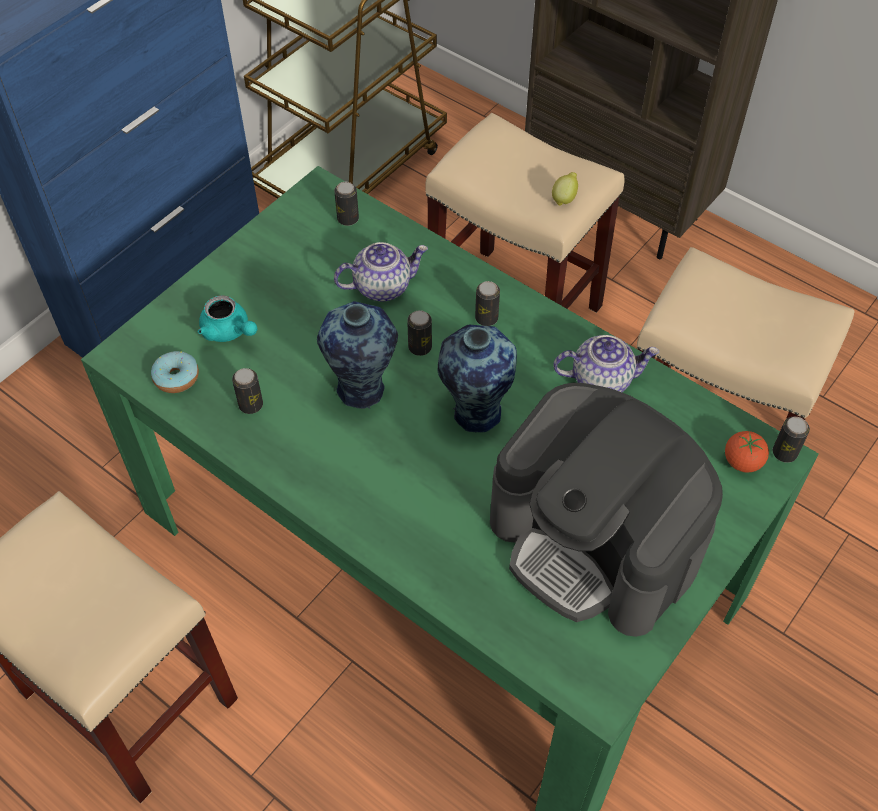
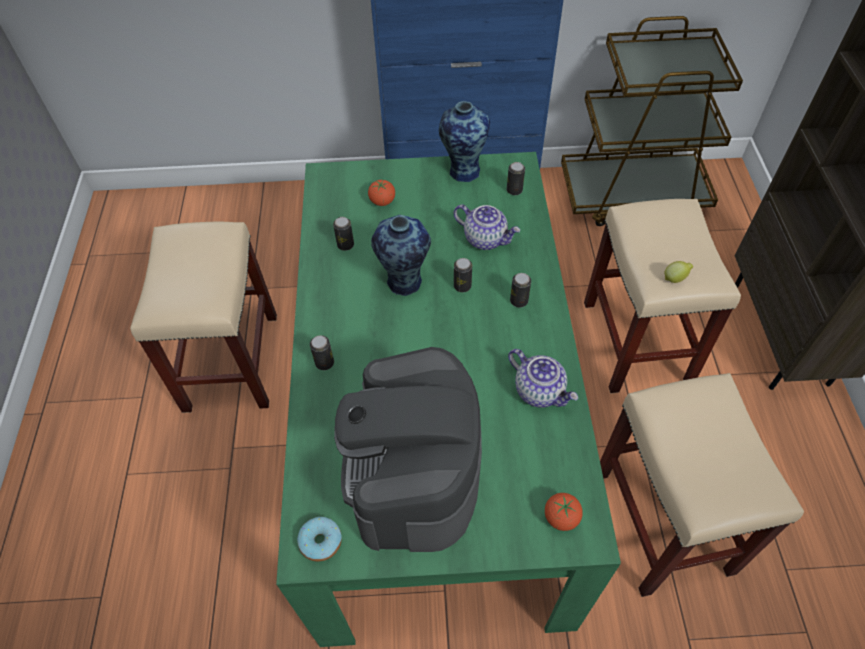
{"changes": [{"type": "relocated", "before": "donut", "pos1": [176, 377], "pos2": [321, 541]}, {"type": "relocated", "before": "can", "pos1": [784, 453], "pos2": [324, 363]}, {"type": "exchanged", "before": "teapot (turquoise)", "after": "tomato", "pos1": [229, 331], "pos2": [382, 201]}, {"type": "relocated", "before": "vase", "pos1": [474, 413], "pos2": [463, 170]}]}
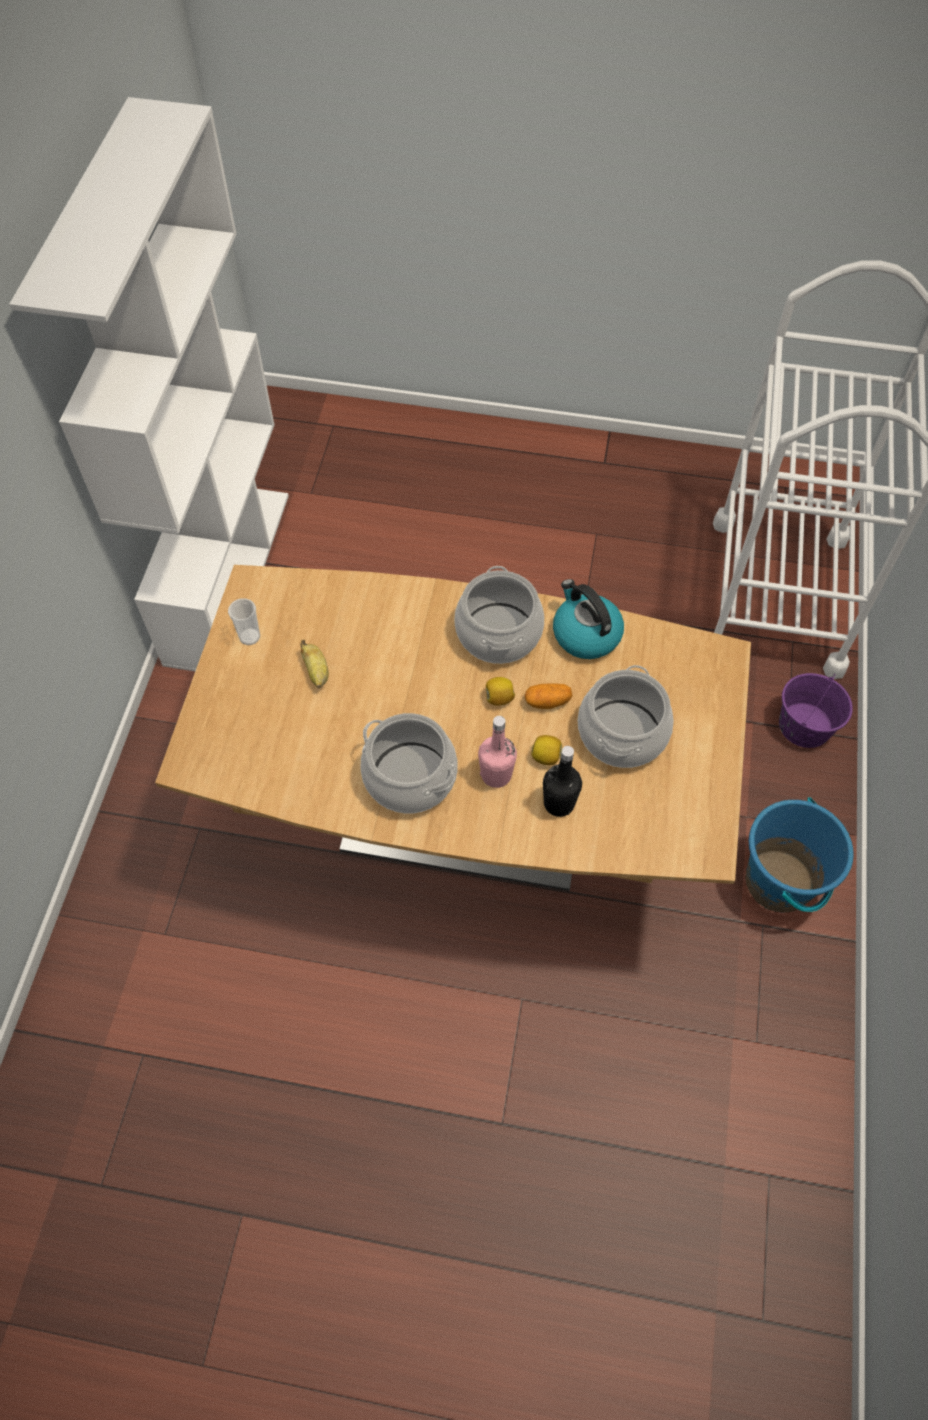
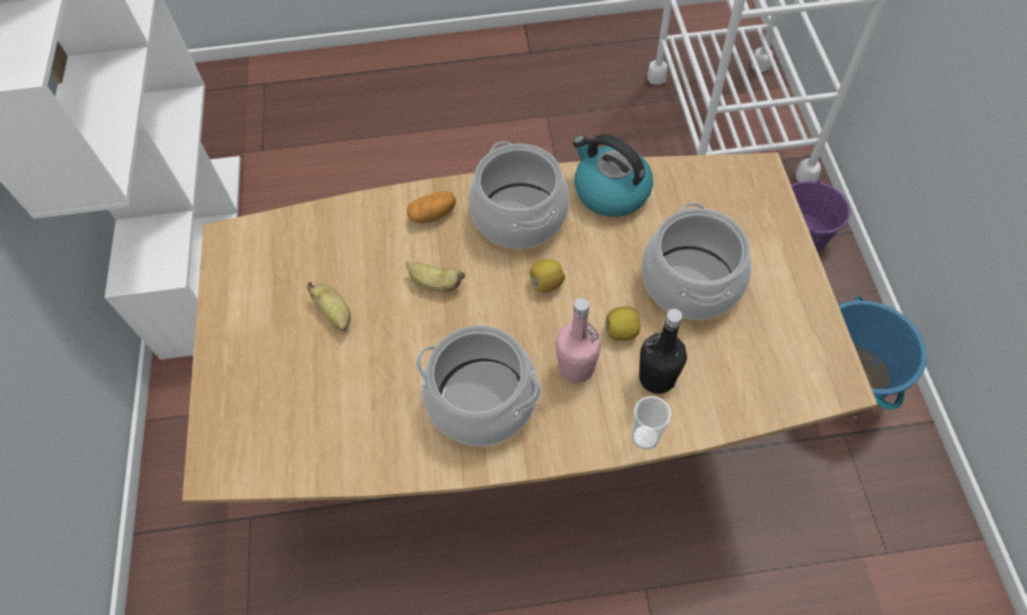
{"changes": [{"type": "appeared", "after": "banana", "pos2": [435, 284]}, {"type": "relocated", "before": "potato", "pos1": [547, 701], "pos2": [433, 214]}, {"type": "relocated", "before": "cup", "pos1": [249, 637], "pos2": [645, 437]}]}
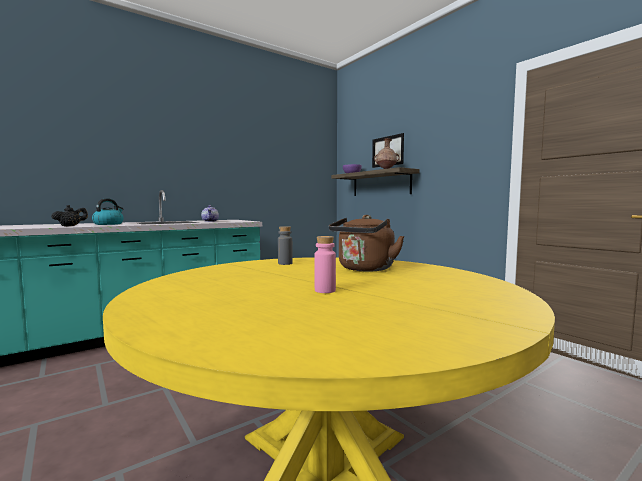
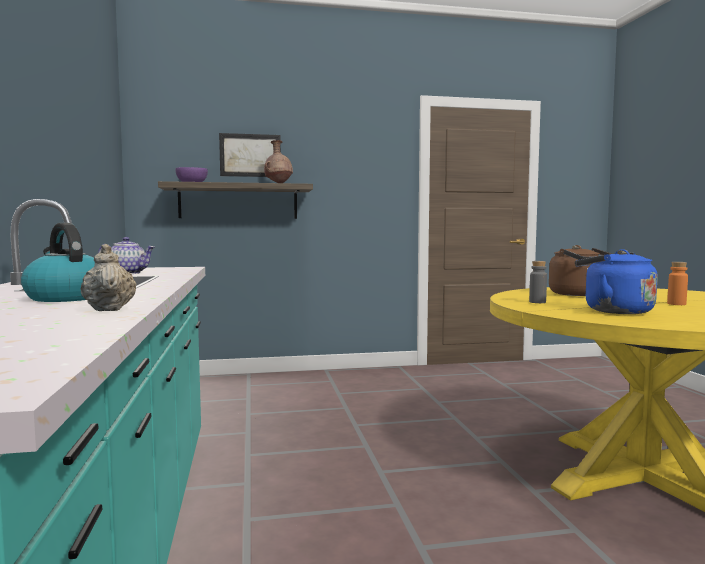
{"changes": [{"type": "colour", "before": "teapot (black)", "after": "teapot (beige)", "pos1": [70, 226], "pos2": [110, 309]}, {"type": "appeared", "after": "kettle (blue)", "pos2": [613, 311]}, {"type": "colour", "before": "bottle (pink)", "after": "bottle (orange)", "pos1": [325, 290], "pos2": [676, 304]}]}
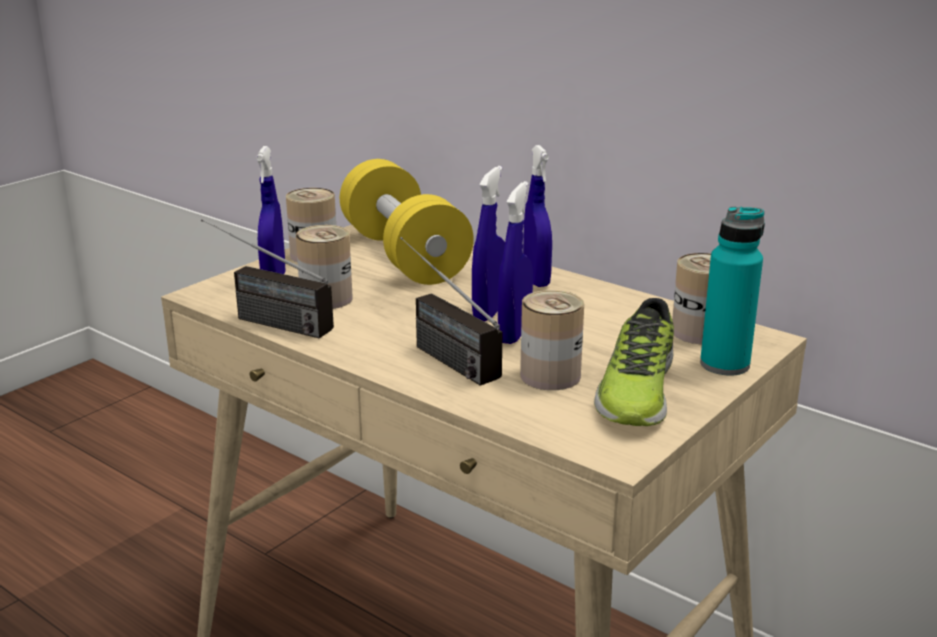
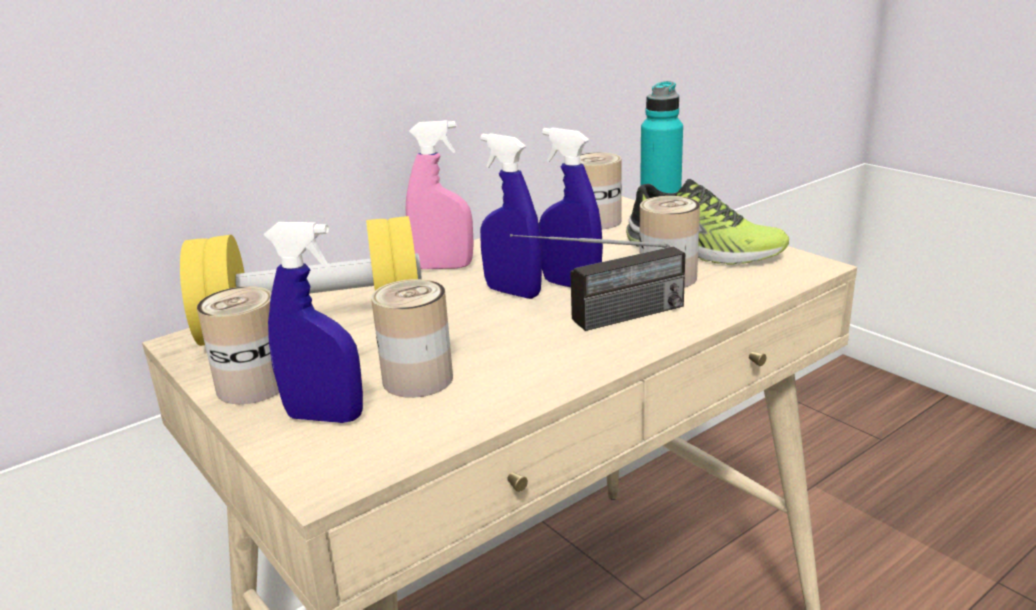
{"changes": [{"type": "colour", "before": "spray bottle (blue)", "after": "spray bottle (pink)", "pos1": [536, 279], "pos2": [443, 267]}, {"type": "missing", "before": "radio", "pos1": [261, 319]}]}
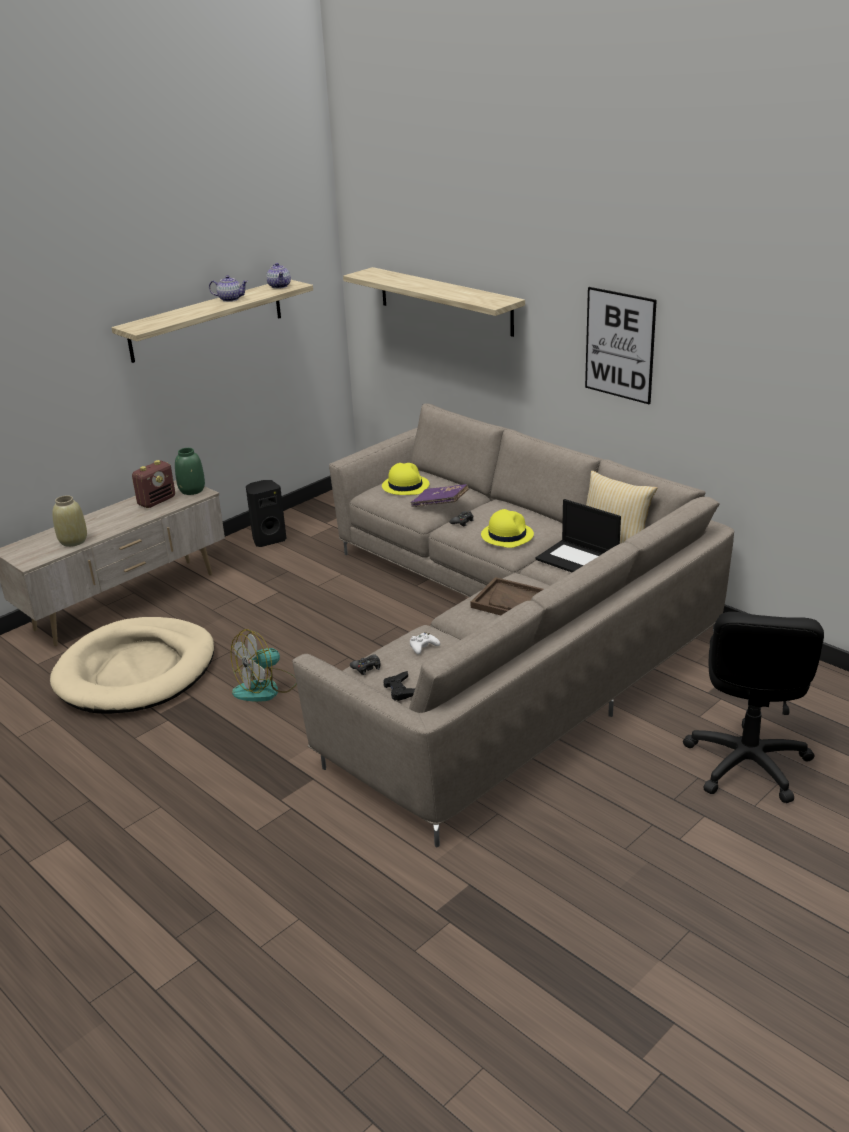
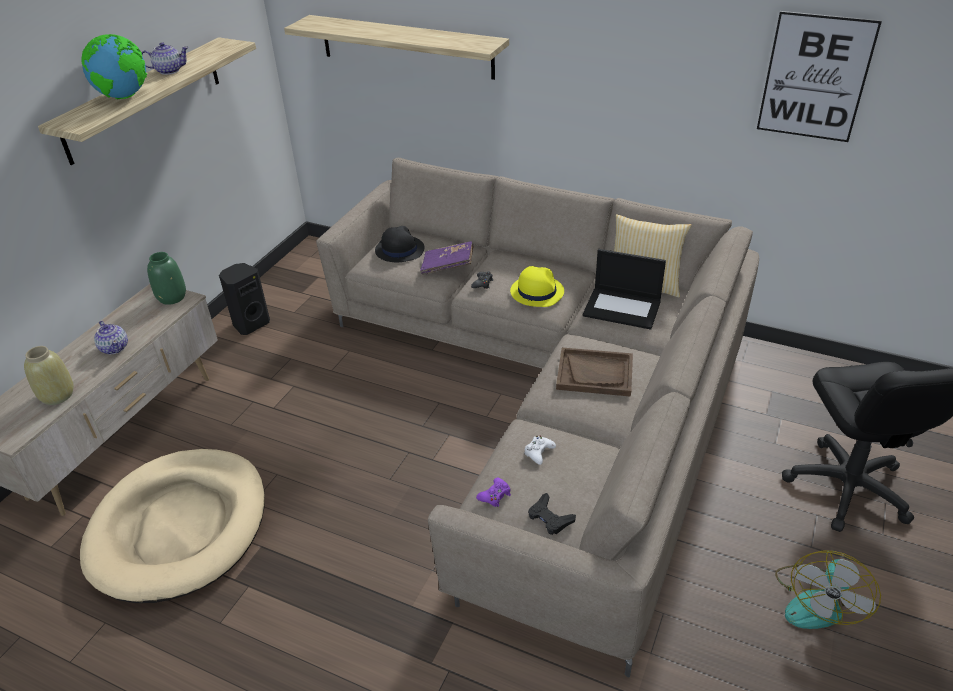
{"changes": [{"type": "appeared", "after": "globe", "pos2": [125, 97]}, {"type": "relocated", "before": "teapot", "pos1": [279, 286], "pos2": [115, 347]}, {"type": "colour", "before": "hat (yellow)", "after": "hat (black)", "pos1": [405, 486], "pos2": [399, 250]}, {"type": "colour", "before": "game controller (black)", "after": "game controller (purple)", "pos1": [367, 668], "pos2": [495, 495]}, {"type": "relocated", "before": "picture", "pos1": [619, 345], "pos2": [815, 77]}, {"type": "relocated", "before": "fan", "pos1": [266, 688], "pos2": [817, 601]}, {"type": "missing", "before": "radio", "pos1": [157, 501]}]}
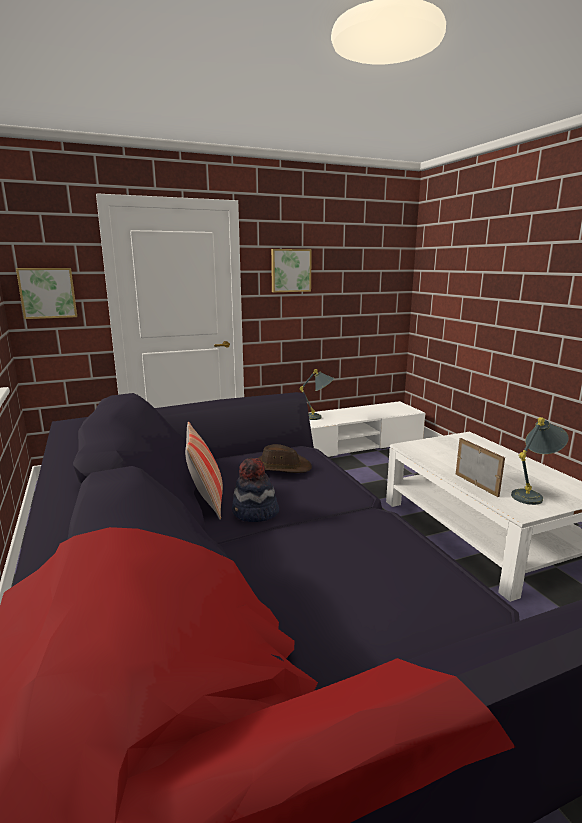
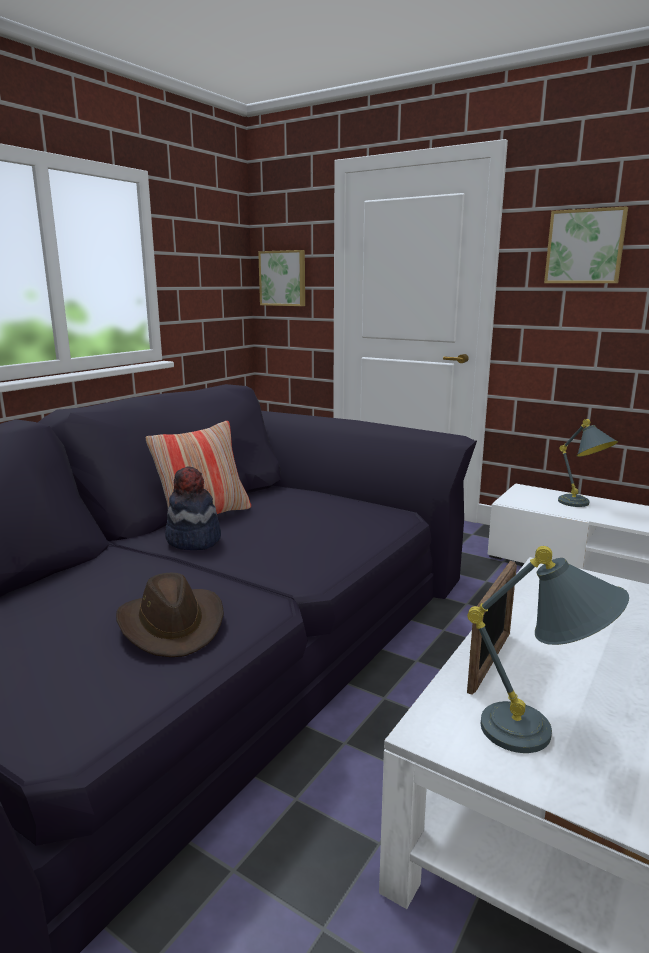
{"changes": [{"type": "relocated", "before": "hat (brown)", "pos1": [281, 467], "pos2": [172, 625]}]}
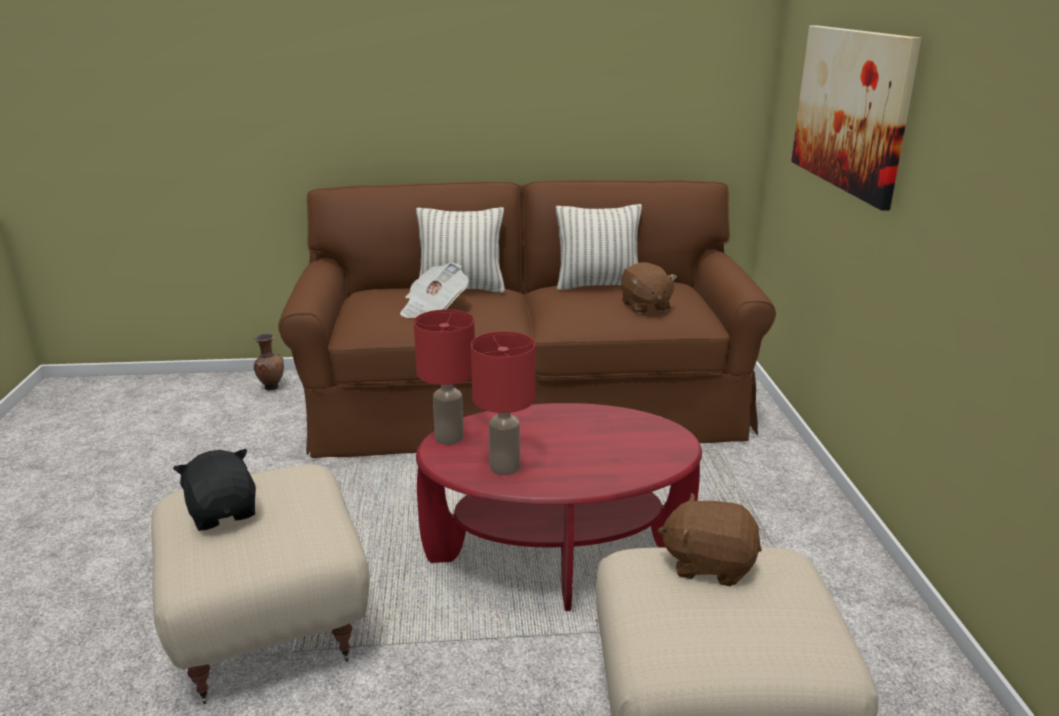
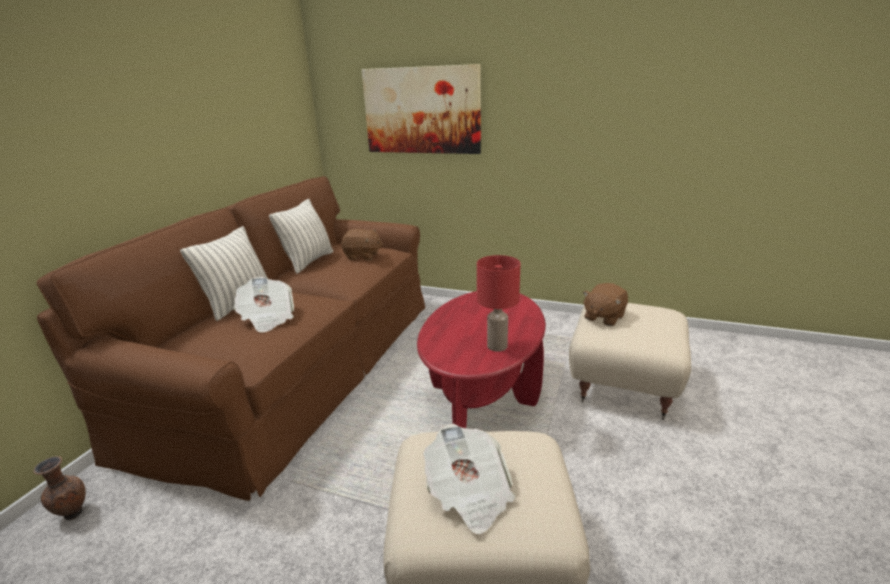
{"changes": [{"type": "exchanged", "before": "plush toy (black)", "after": "newspaper", "pos1": [224, 512], "pos2": [469, 494]}, {"type": "missing", "before": "table lamp (red)", "pos1": [448, 437]}]}
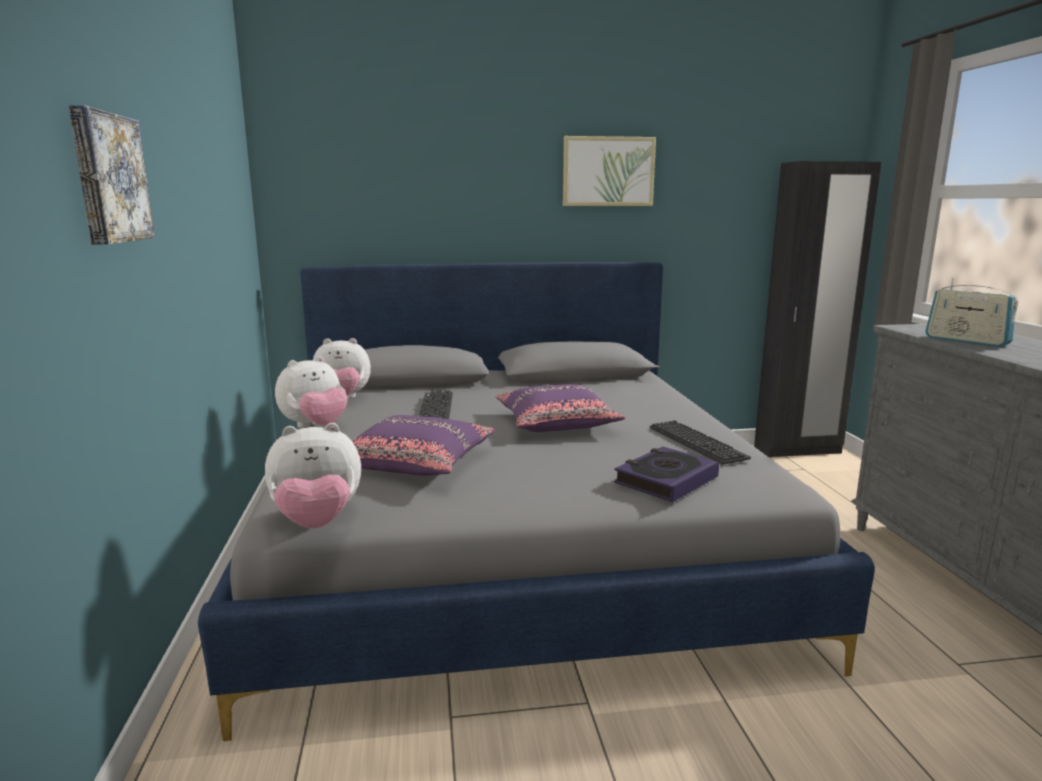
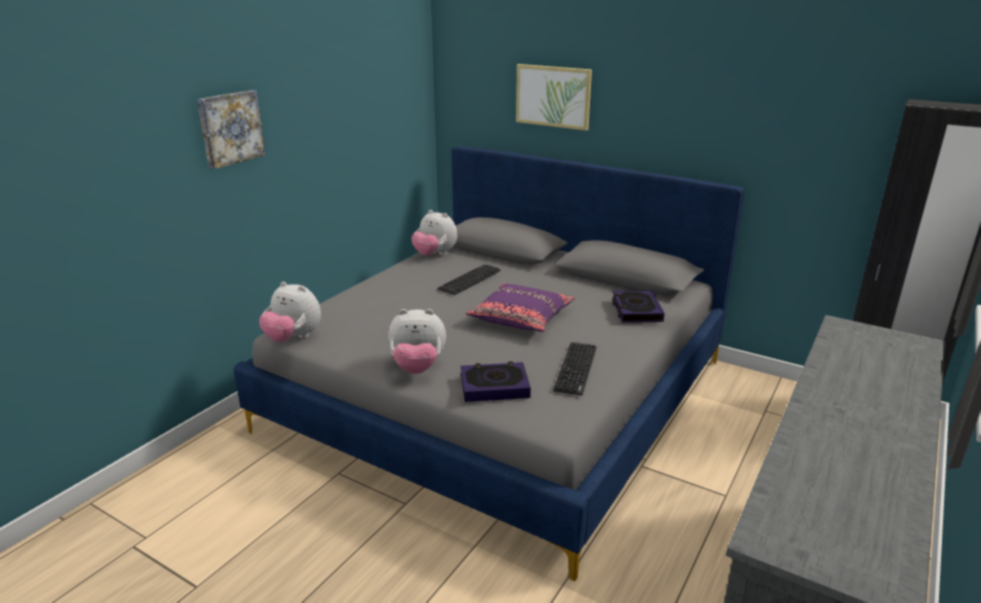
{"changes": [{"type": "relocated", "before": "plush toy", "pos1": [315, 427], "pos2": [417, 367]}, {"type": "relocated", "before": "picture", "pos1": [608, 171], "pos2": [553, 96]}, {"type": "appeared", "after": "book", "pos2": [636, 310]}, {"type": "missing", "before": "pillow (purple)", "pos1": [416, 462]}, {"type": "missing", "before": "radio", "pos1": [966, 341]}]}
